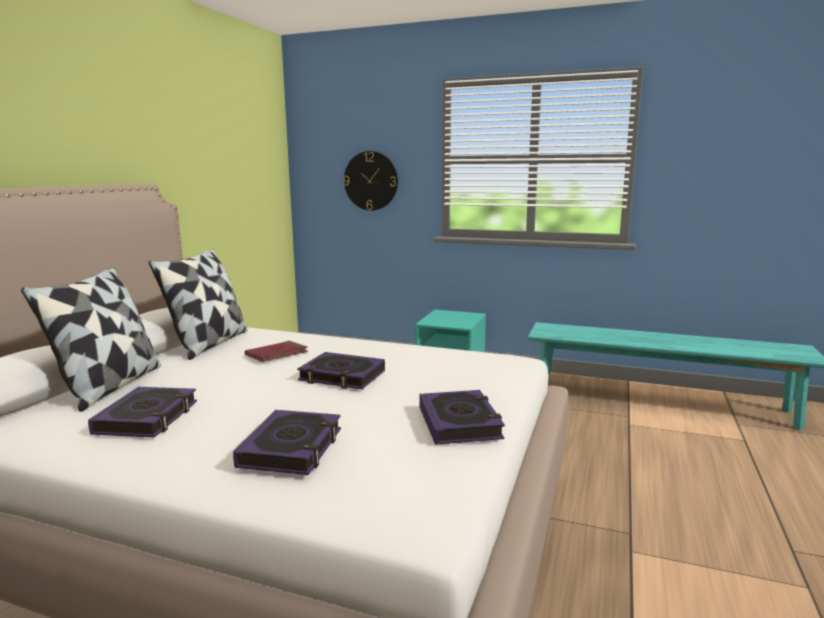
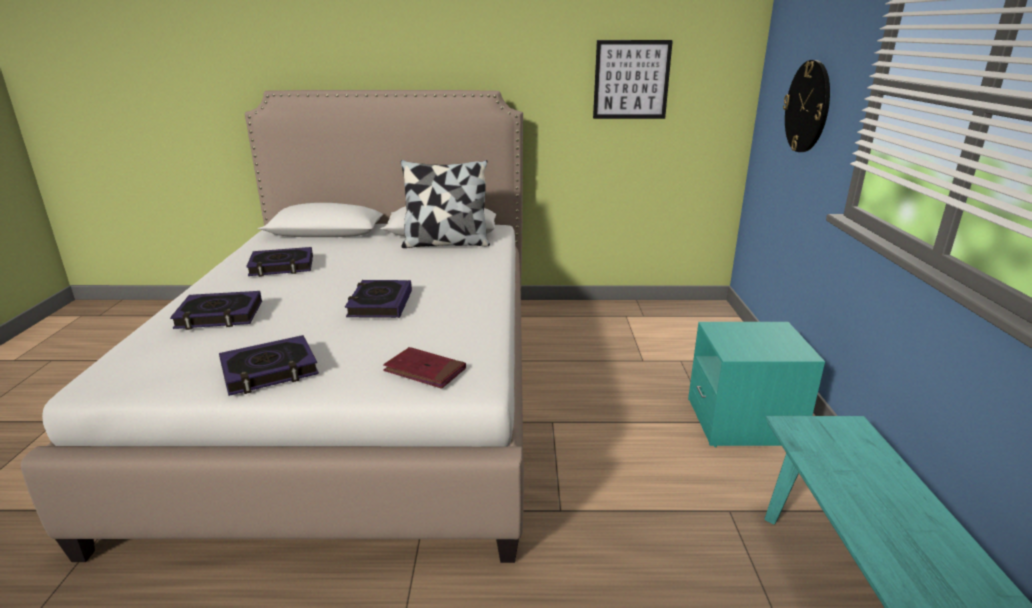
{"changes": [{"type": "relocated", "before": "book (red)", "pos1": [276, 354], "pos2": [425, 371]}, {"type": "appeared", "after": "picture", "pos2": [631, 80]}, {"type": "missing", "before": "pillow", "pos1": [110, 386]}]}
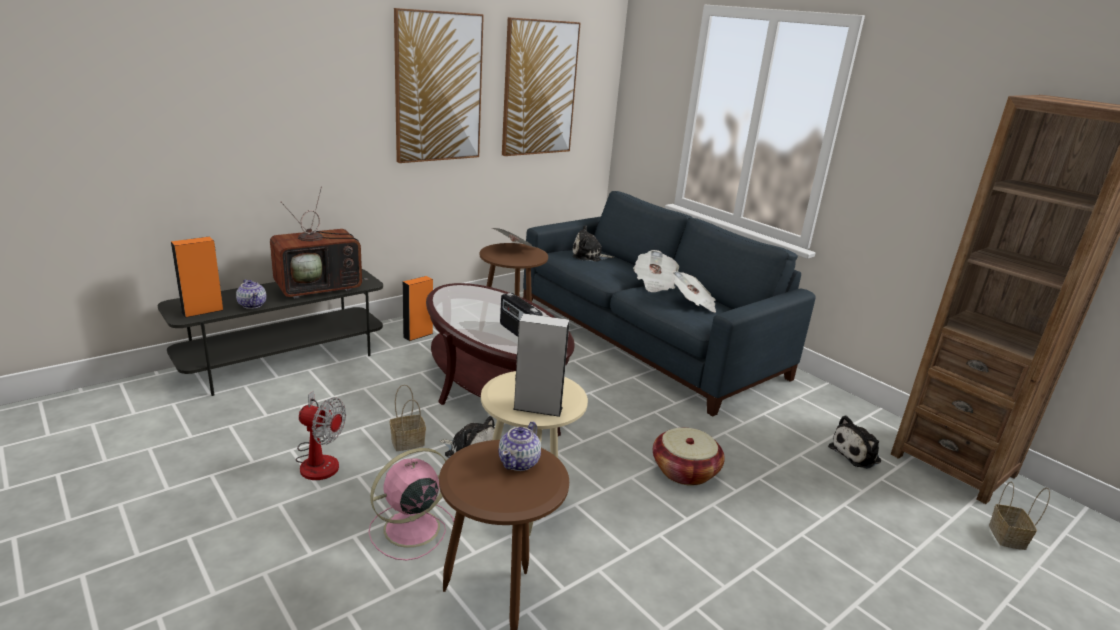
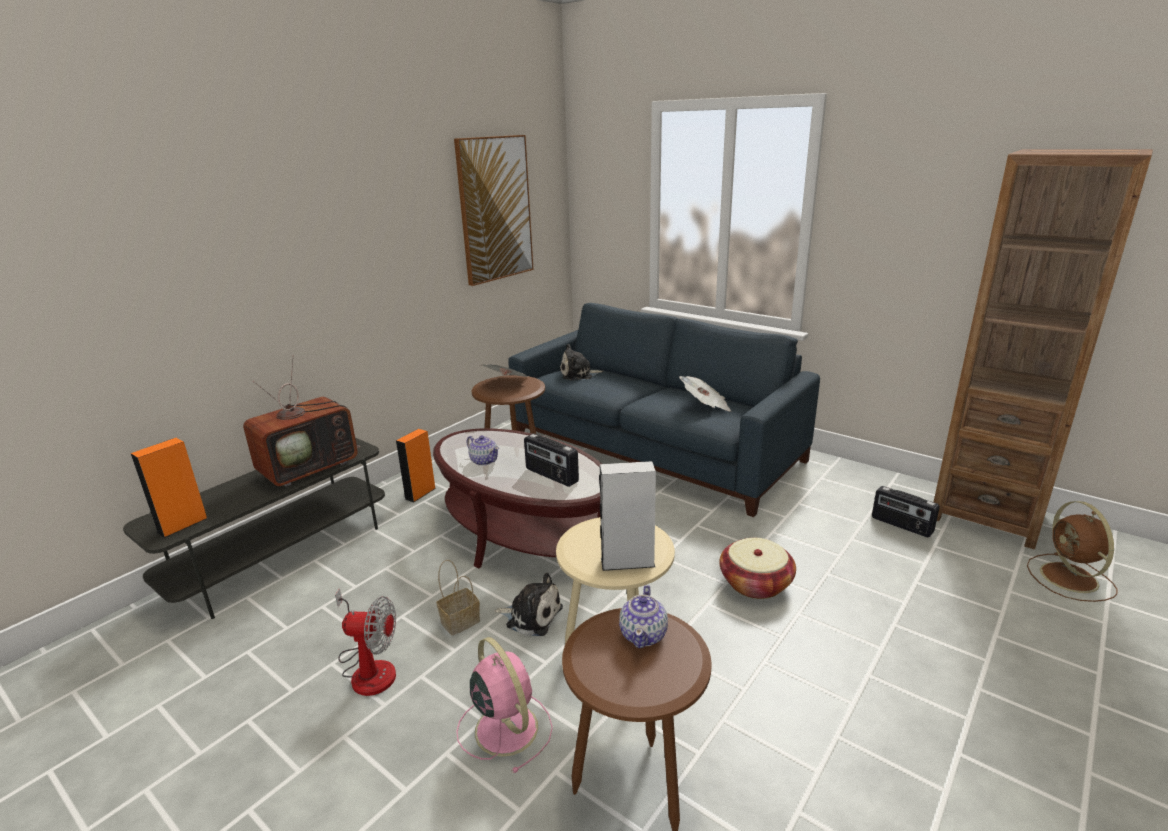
{"changes": [{"type": "spun", "before": "fan (pink)", "pos1": [409, 529], "pos2": [505, 727], "turn": 105}, {"type": "relocated", "before": "teapot", "pos1": [252, 305], "pos2": [484, 461]}, {"type": "exchanged", "before": "plush toy", "after": "radio", "pos1": [857, 454], "pos2": [901, 525]}, {"type": "exchanged", "before": "basket", "after": "fan (brown)", "pos1": [1008, 538], "pos2": [1070, 579]}, {"type": "missing", "before": "picture", "pos1": [438, 88]}, {"type": "missing", "before": "newspaper", "pos1": [654, 284]}]}
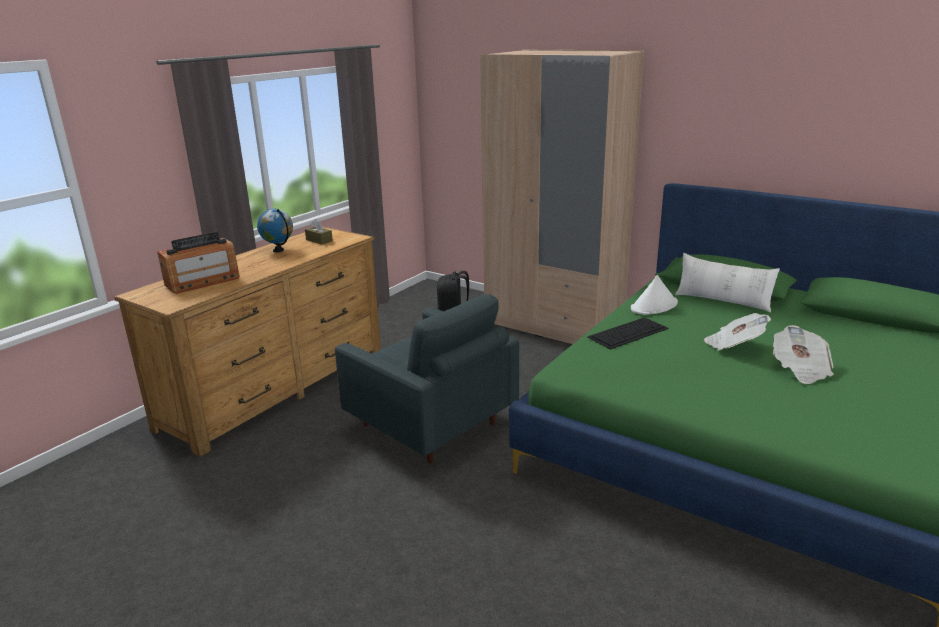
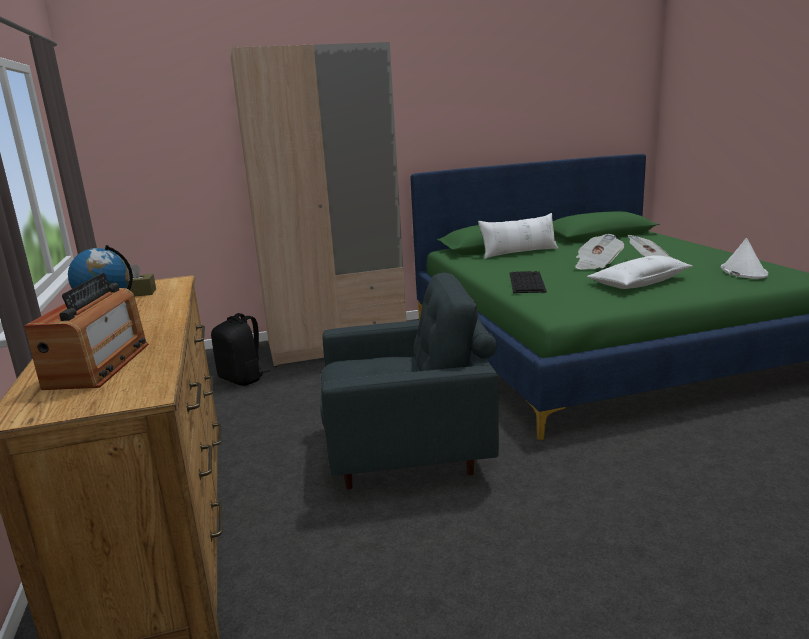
{"changes": [{"type": "appeared", "after": "pillow (white)", "pos2": [639, 283]}, {"type": "relocated", "before": "hat (white)", "pos1": [654, 306], "pos2": [743, 272]}]}
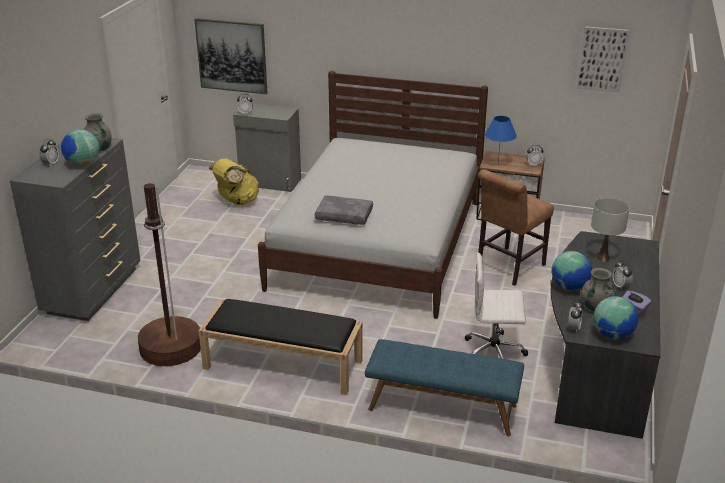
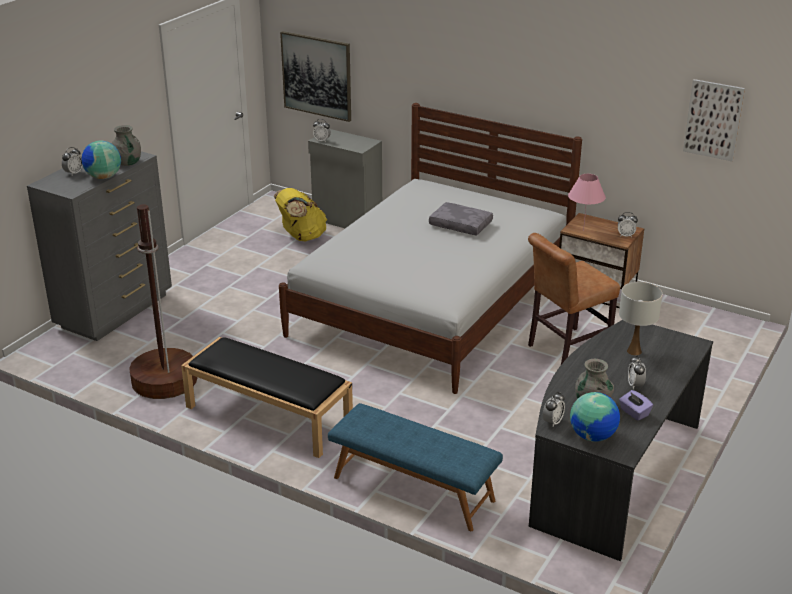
{"changes": [{"type": "relocated", "before": "pillow (grey)", "pos1": [344, 216], "pos2": [461, 225]}, {"type": "colour", "before": "table lamp (blue)", "after": "table lamp (pink)", "pos1": [497, 165], "pos2": [583, 231]}, {"type": "missing", "before": "office chair (white)", "pos1": [494, 353]}, {"type": "missing", "before": "globe", "pos1": [569, 287]}]}
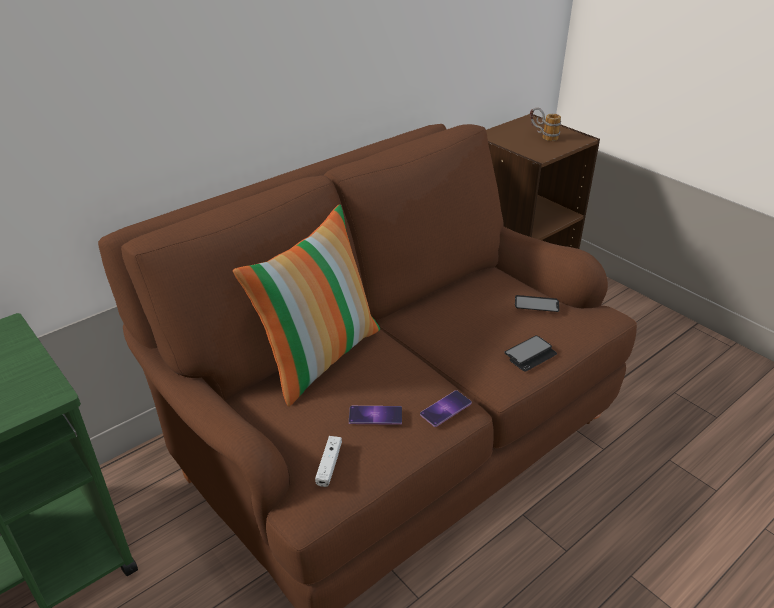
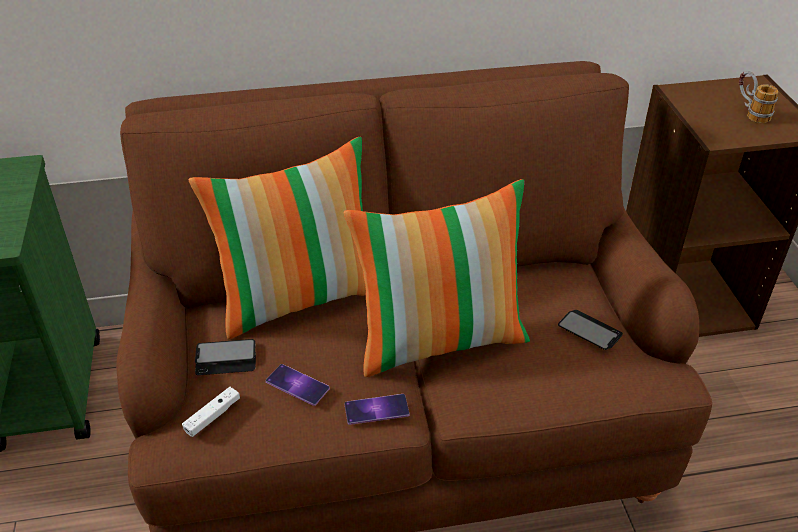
{"changes": [{"type": "relocated", "before": "phone", "pos1": [530, 354], "pos2": [226, 359]}, {"type": "appeared", "after": "pillow", "pos2": [440, 339]}]}
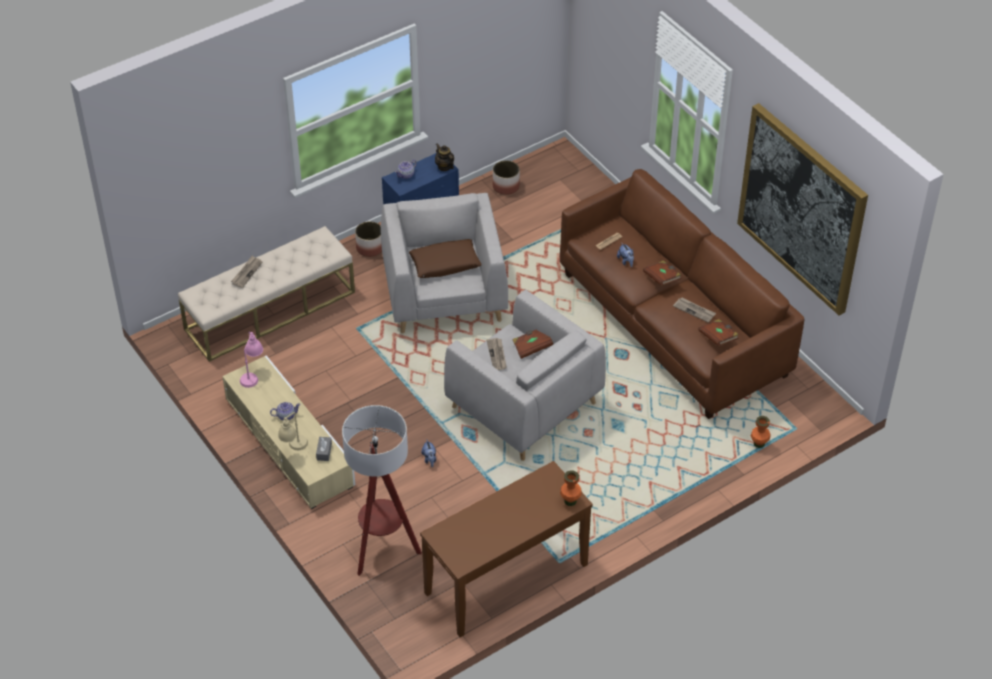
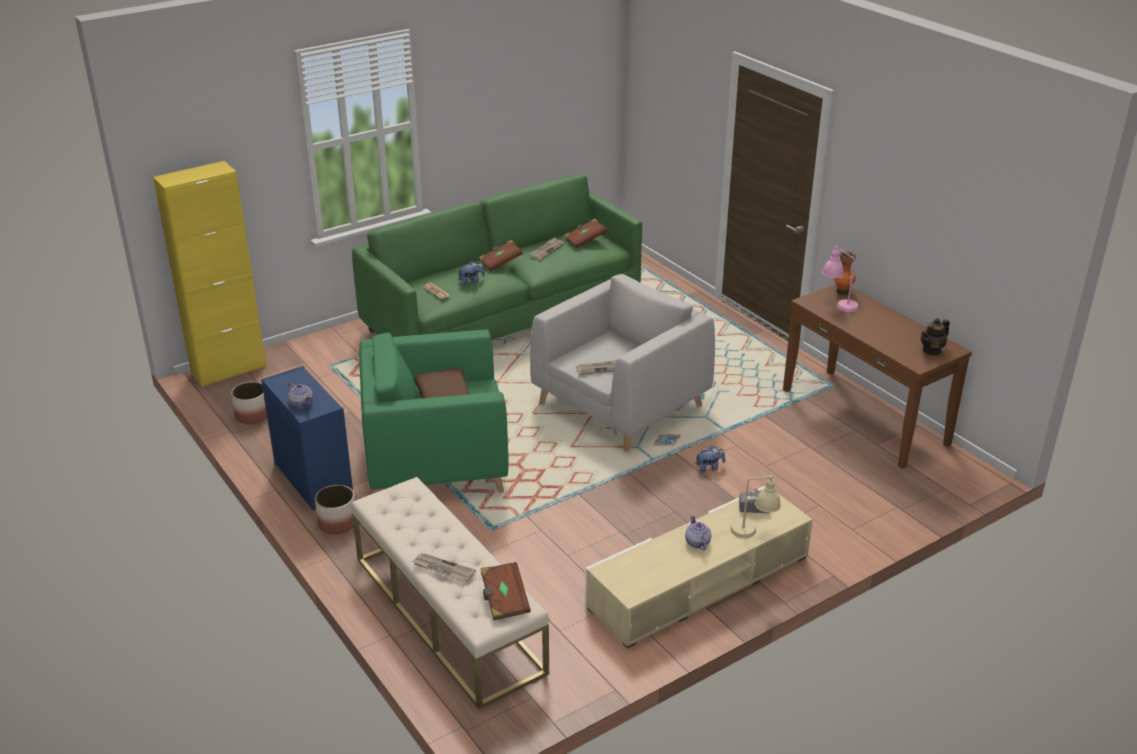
{"changes": [{"type": "appeared", "after": "cabinet (yellow)", "pos2": [229, 370]}, {"type": "colour", "before": "sofa (brown)", "after": "sofa (green)", "pos1": [673, 324], "pos2": [503, 317]}, {"type": "colour", "before": "armchair (grey)", "after": "armchair (green)", "pos1": [444, 293], "pos2": [436, 460]}, {"type": "relocated", "before": "book (brown)", "pos1": [532, 347], "pos2": [504, 600]}, {"type": "relocated", "before": "table lamp (pink)", "pos1": [252, 374], "pos2": [838, 305]}, {"type": "relocated", "before": "teapot", "pos1": [444, 166], "pos2": [932, 350]}, {"type": "missing", "before": "floor lamp", "pos1": [383, 549]}, {"type": "missing", "before": "picture", "pos1": [802, 208]}, {"type": "missing", "before": "vase (orange)", "pos1": [759, 444]}]}
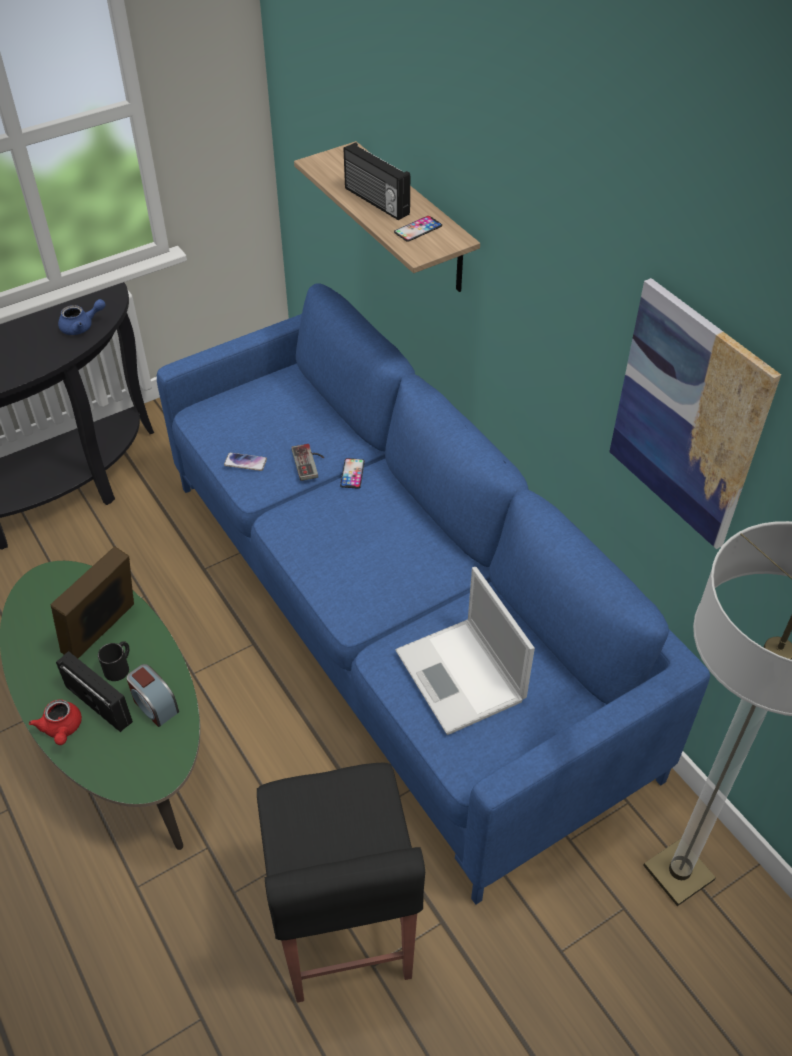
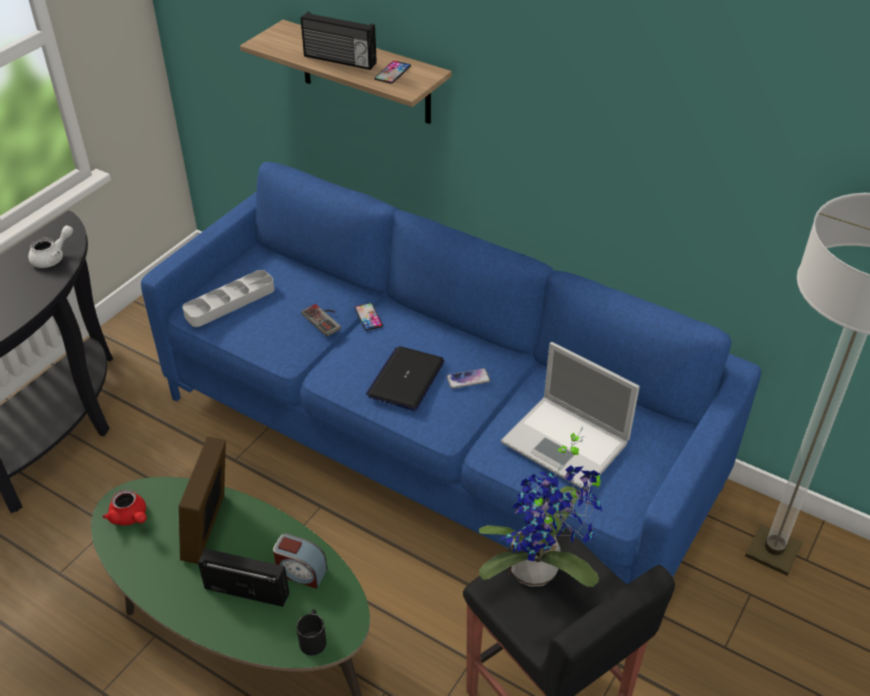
{"changes": [{"type": "colour", "before": "teapot (blue)", "after": "teapot (white)", "pos1": [82, 327], "pos2": [53, 258]}, {"type": "relocated", "before": "teapot (red)", "pos1": [62, 729], "pos2": [130, 517]}, {"type": "appeared", "after": "tray (grey)", "pos2": [230, 302]}, {"type": "relocated", "before": "mug (black)", "pos1": [119, 666], "pos2": [313, 637]}, {"type": "appeared", "after": "laptop", "pos2": [406, 379]}, {"type": "relocated", "before": "phone", "pos1": [245, 462], "pos2": [468, 379]}, {"type": "appeared", "after": "potted plant", "pos2": [539, 571]}, {"type": "missing", "before": "picture", "pos1": [688, 416]}]}
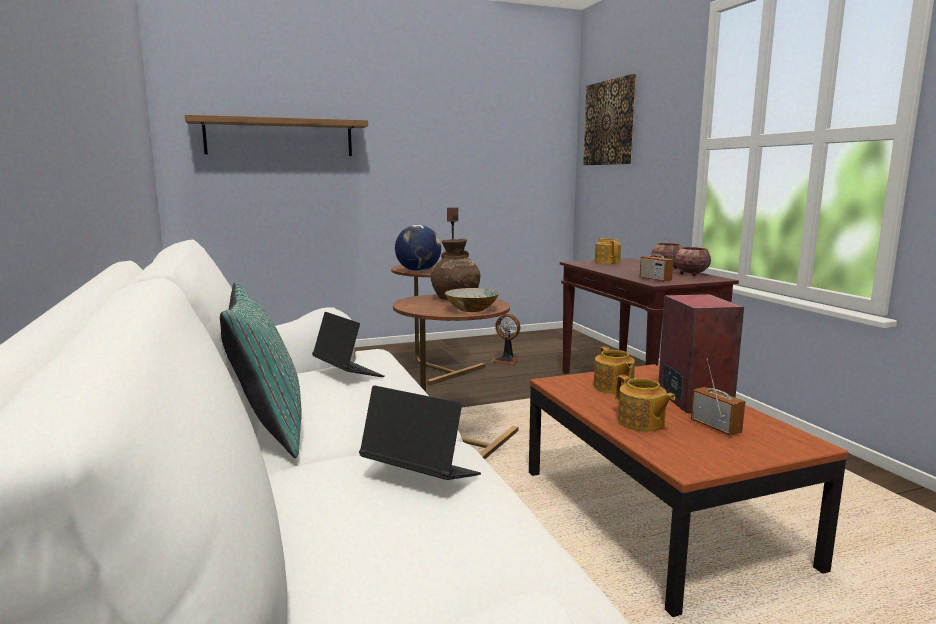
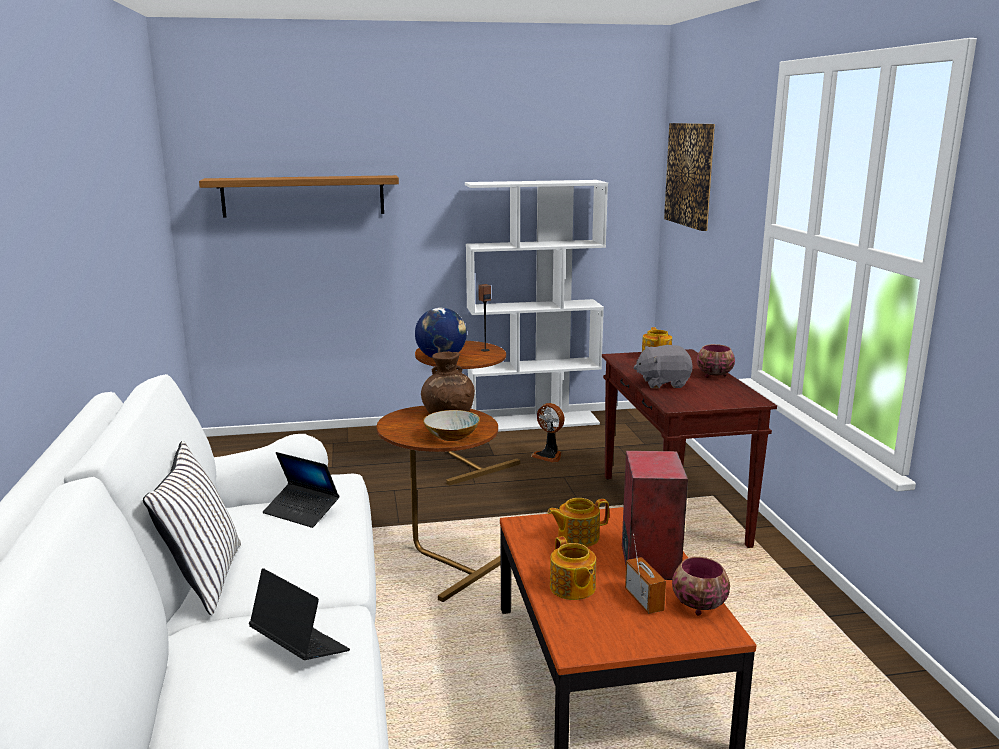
{"changes": [{"type": "colour", "before": "pillow (turquoise)", "after": "pillow (white)", "pos1": [268, 430], "pos2": [203, 579]}, {"type": "spun", "before": "laptop", "pos1": [348, 373], "pos2": [301, 512], "turn": 150}, {"type": "appeared", "after": "bookcase (white)", "pos2": [534, 422]}, {"type": "spun", "before": "teapot", "pos1": [613, 387], "pos2": [577, 537], "turn": 75}, {"type": "appeared", "after": "plush toy (grey)", "pos2": [663, 383]}, {"type": "relocated", "before": "bowl", "pos1": [690, 274], "pos2": [697, 605]}, {"type": "missing", "before": "radio", "pos1": [655, 279]}]}
